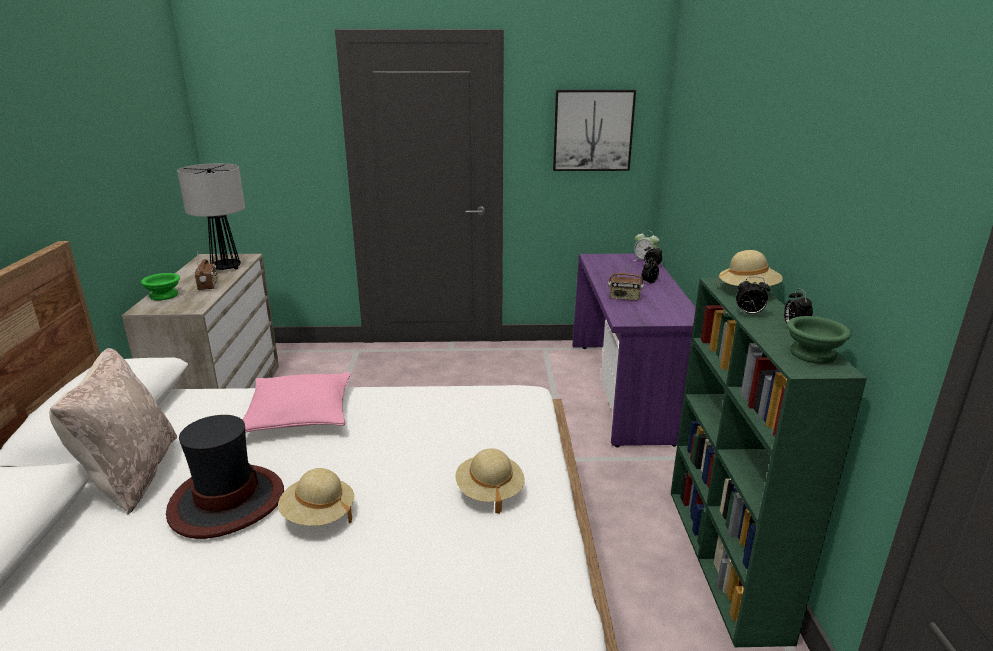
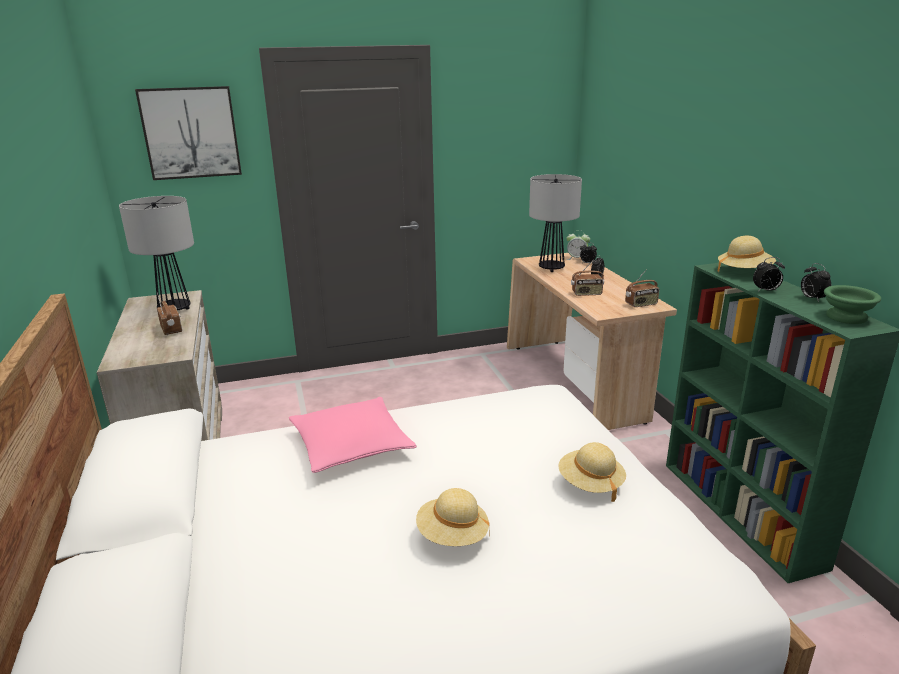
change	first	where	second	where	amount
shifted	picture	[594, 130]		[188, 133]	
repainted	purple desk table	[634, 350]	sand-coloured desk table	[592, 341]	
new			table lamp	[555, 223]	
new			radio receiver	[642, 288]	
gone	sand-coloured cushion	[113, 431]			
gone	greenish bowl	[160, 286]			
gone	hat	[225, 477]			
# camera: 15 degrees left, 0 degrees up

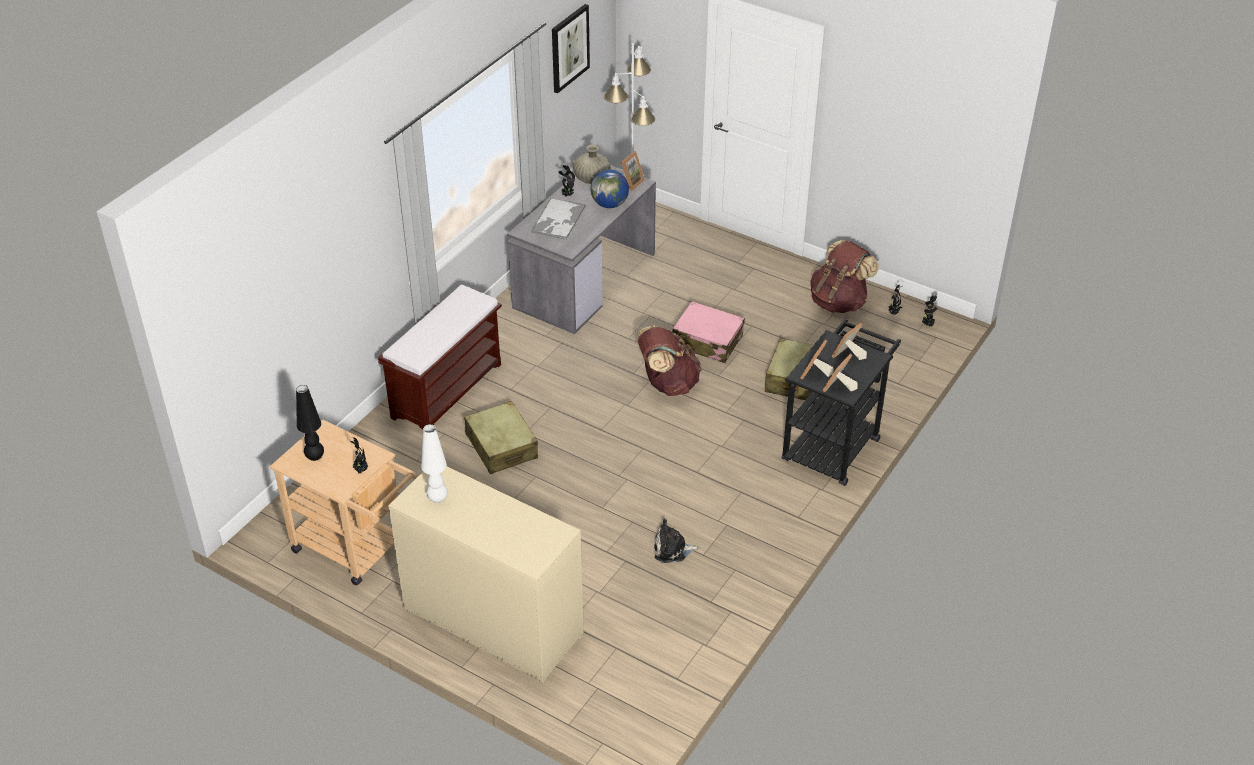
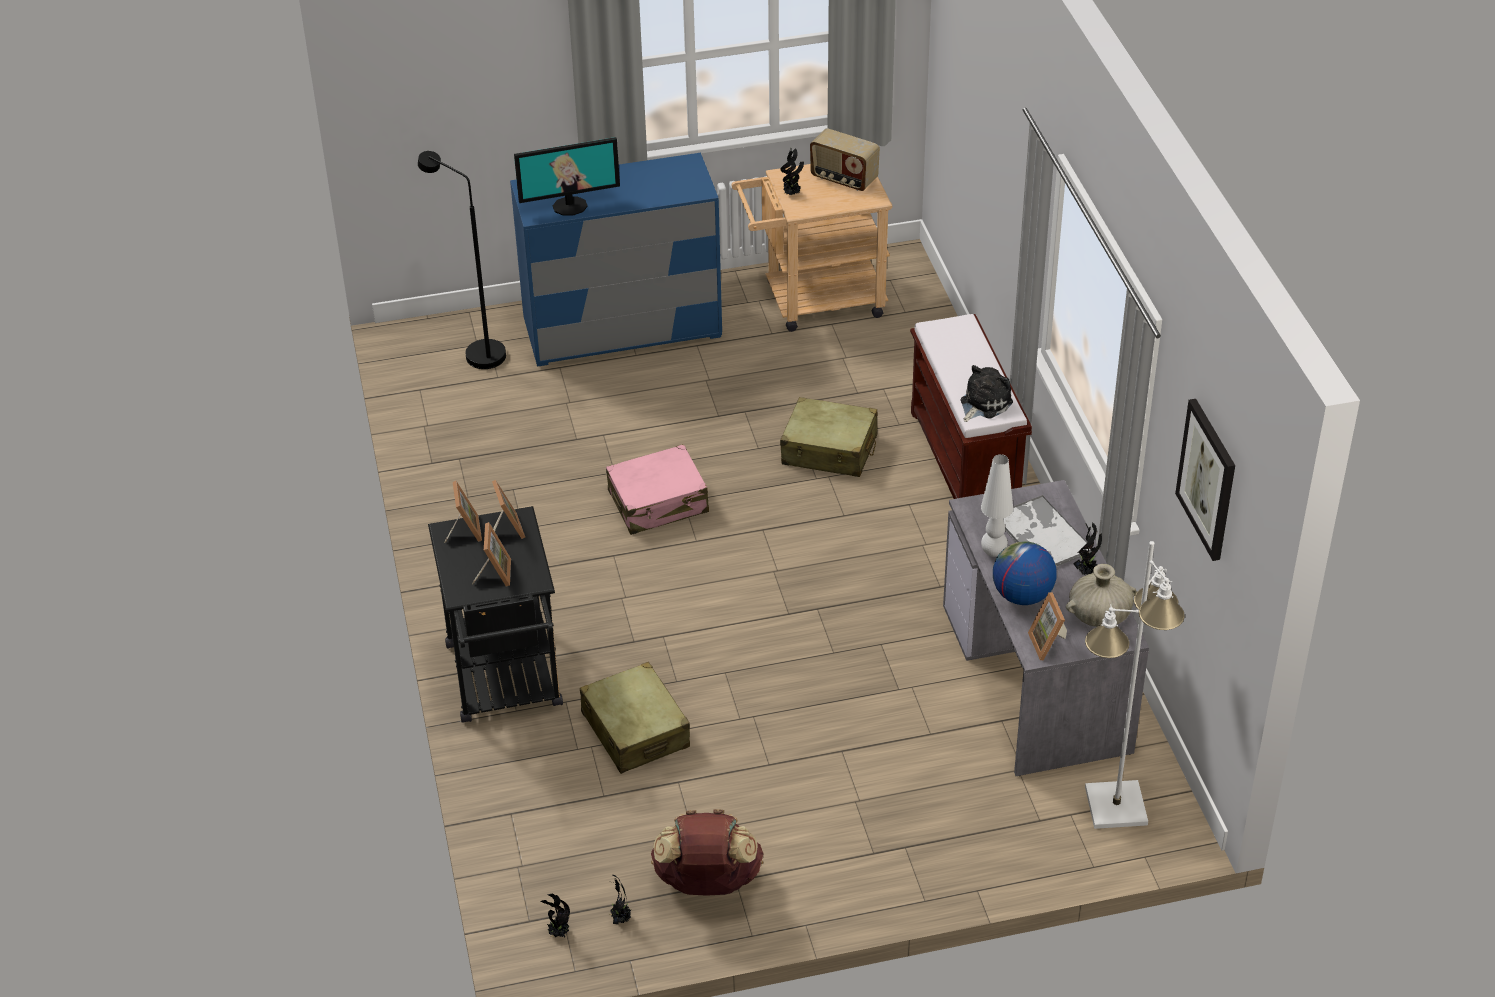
change	first	where	second	where	amount
new			black-coloured standard lamp	[462, 260]	
repainted	sand-coloured dresser	[486, 574]	blue-coloured dresser	[616, 260]	
new			monitor	[567, 176]	
shifted	pinkish suitcase	[708, 332]		[657, 489]	
swapped	black-coloured table lamp	[310, 423]	radio receiver	[845, 159]	
shifted	cuddly toy	[676, 541]		[987, 393]	
shifted	whitish table lamp	[434, 463]		[997, 505]	
gone	brown backpack	[669, 360]			
# camera: 135 degrees right, 0 degrees up

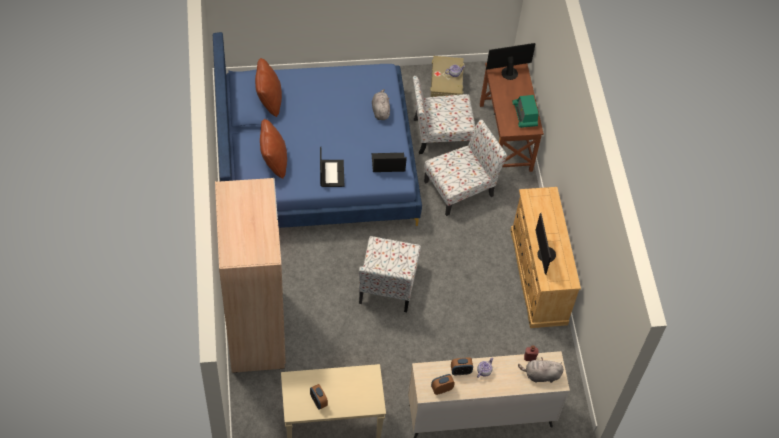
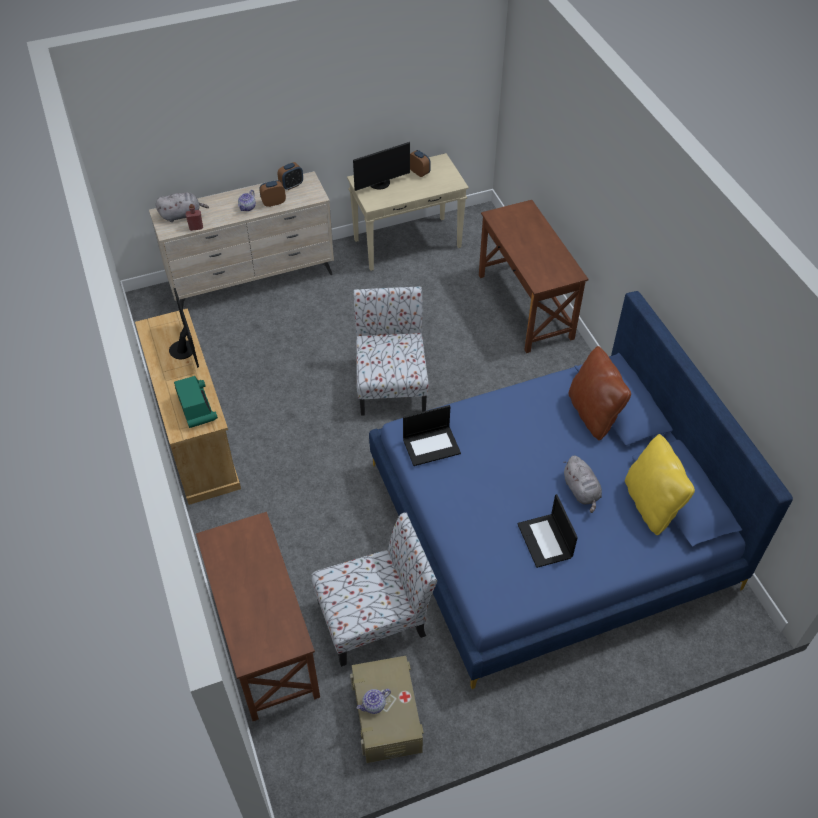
change	first	where	second	where	amount
shifted	radio receiver	[525, 111]		[196, 402]	
shifted	monitor	[511, 61]		[381, 166]	
swapped	sand-coloured wardrobe	[250, 275]	brown desk table	[533, 276]	
shifted	notebook computer	[332, 167]		[548, 531]	
shifted	greyish cuddly toy	[381, 104]		[582, 484]	
repainted	brown cushion	[268, 87]	yellow cushion	[660, 484]	
gone	upright chair	[465, 168]			
# camera: 170 degrees right, 5 degrees down

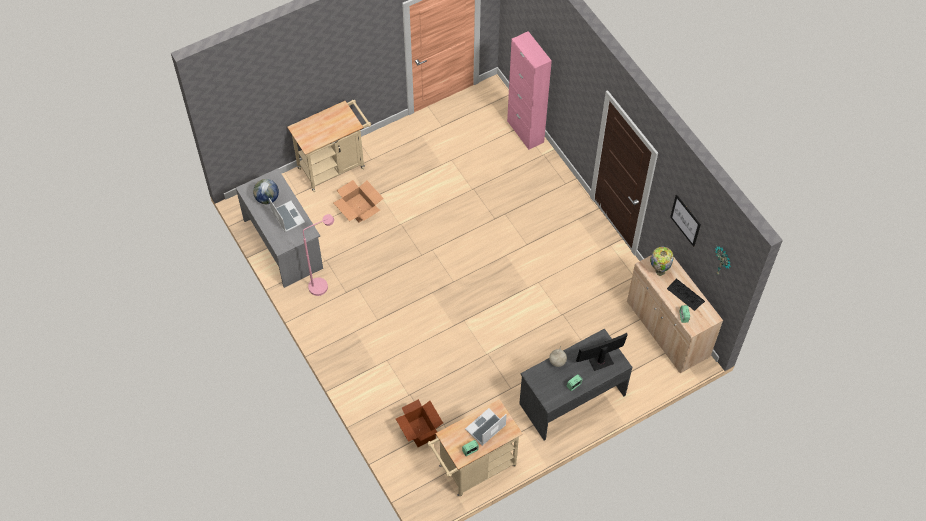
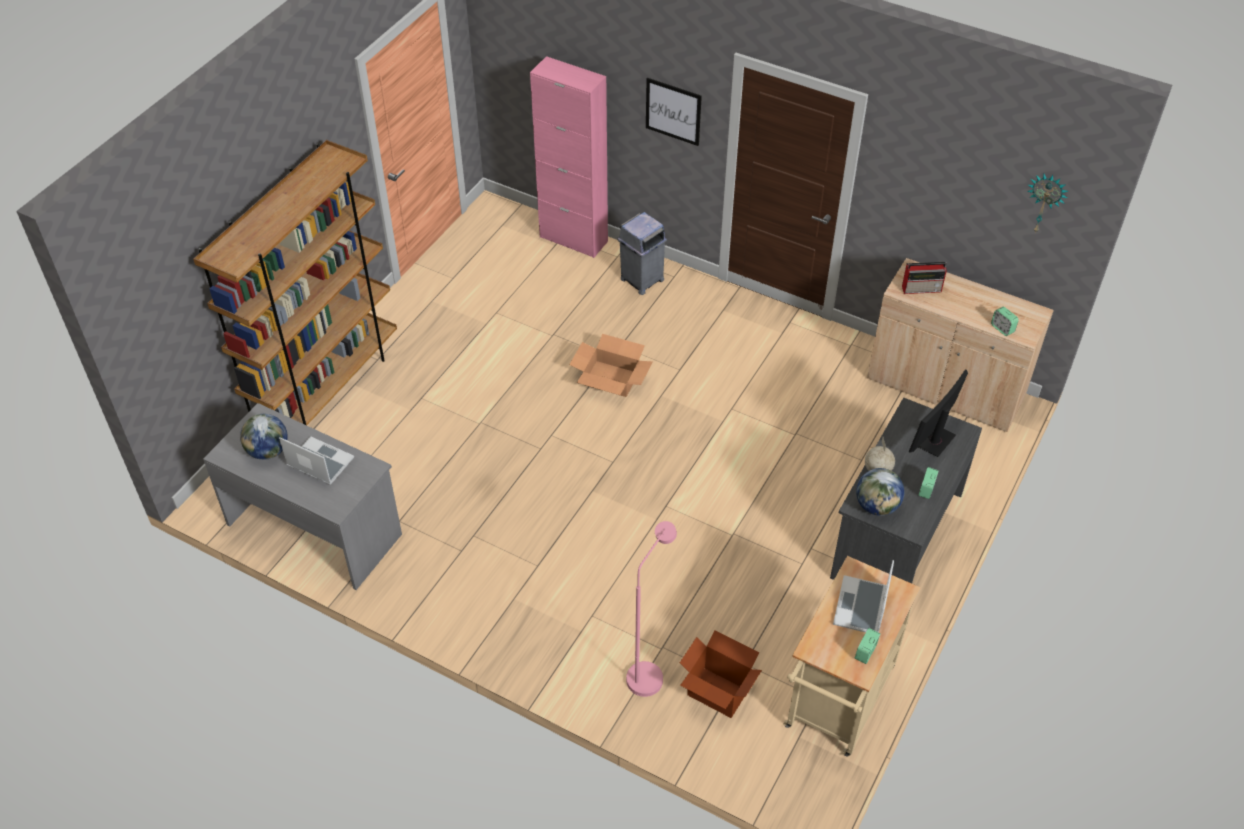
change	first	where	second	where	amount
swapped	sand-coloured wheeled cart	[329, 146]	brown bookshelf	[295, 282]	
shifted	cardboard box	[359, 201]		[611, 365]	
new			greyish waste bin	[642, 253]	
shifted	pinkish standard lamp	[318, 255]		[651, 609]	
shifted	picture	[685, 221]		[674, 112]	
new			globe	[880, 492]	
swapped	table lamp	[662, 261]	radio receiver	[924, 278]	
gone	keyboard	[686, 295]			
# camera: 30 degrees left, 10 degrees down

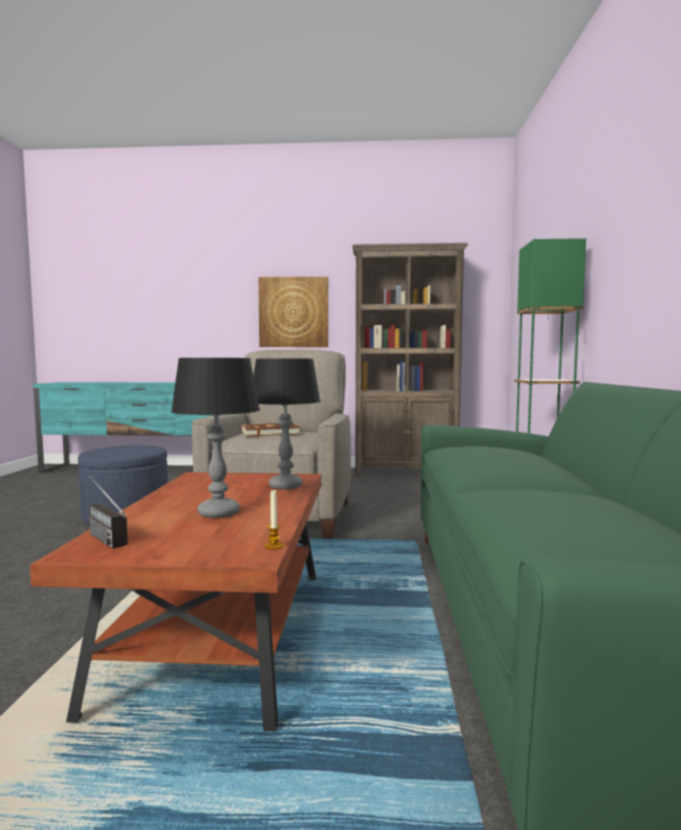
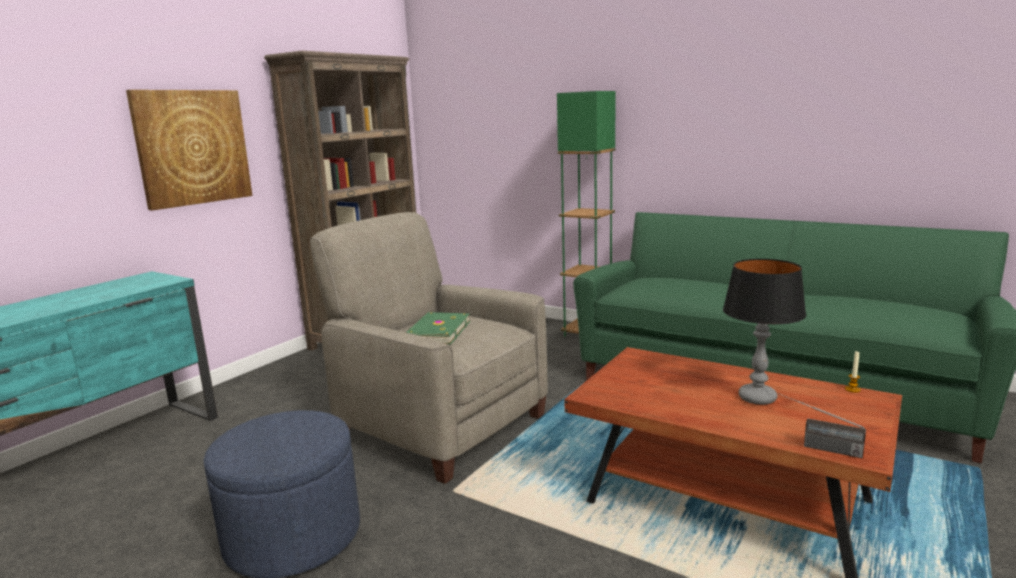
change	first	where	second	where	amount
repainted	brown book	[270, 429]	greenish book	[438, 328]	
rotated	radio receiver	[108, 512]		[822, 426]	45 degrees clockwise
gone	table lamp	[287, 424]			
# camera: 60 degrees left, 10 degrees up

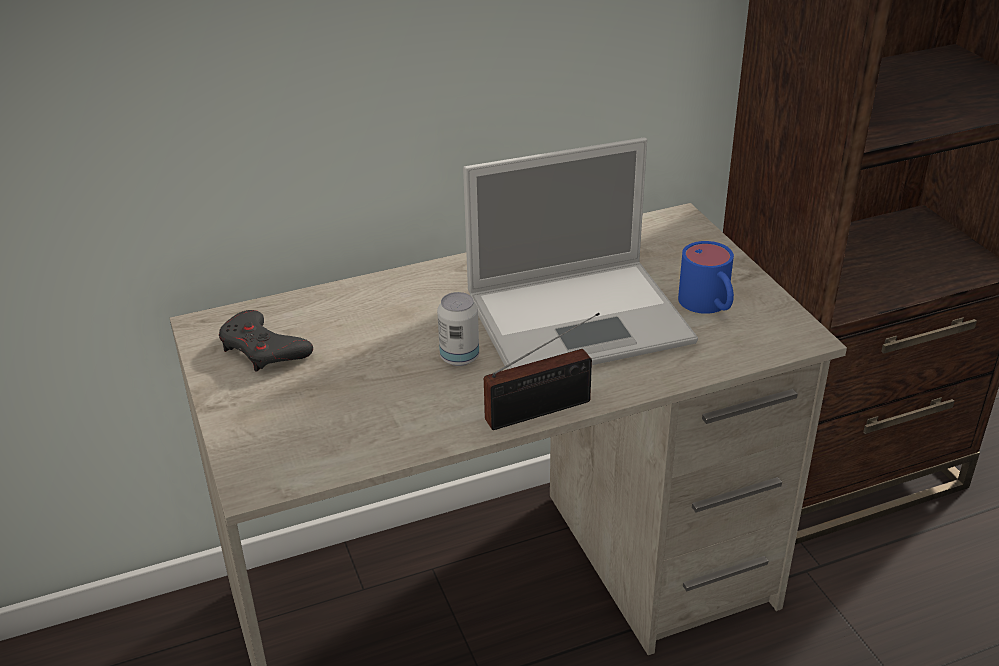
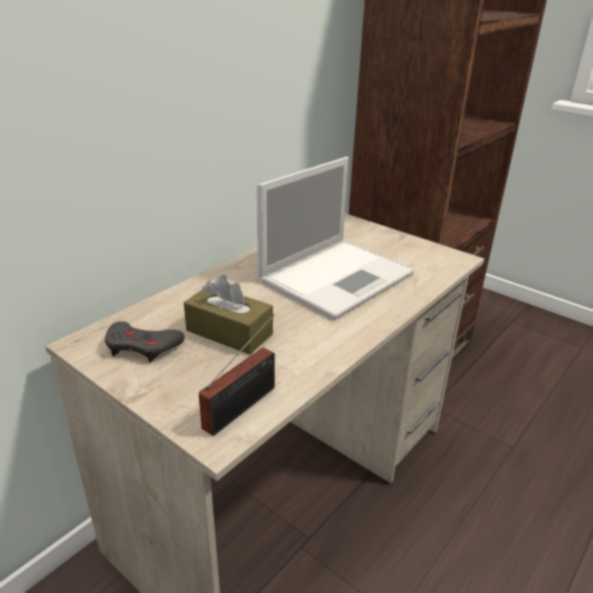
change	first	where	second	where	amount
new			brown tissue box	[228, 315]	
shifted	radio receiver	[542, 371]		[237, 375]	
gone	metal can	[458, 329]			
gone	blue-coloured mug	[706, 277]			
# camera: 30 degrees left, 5 degrees down

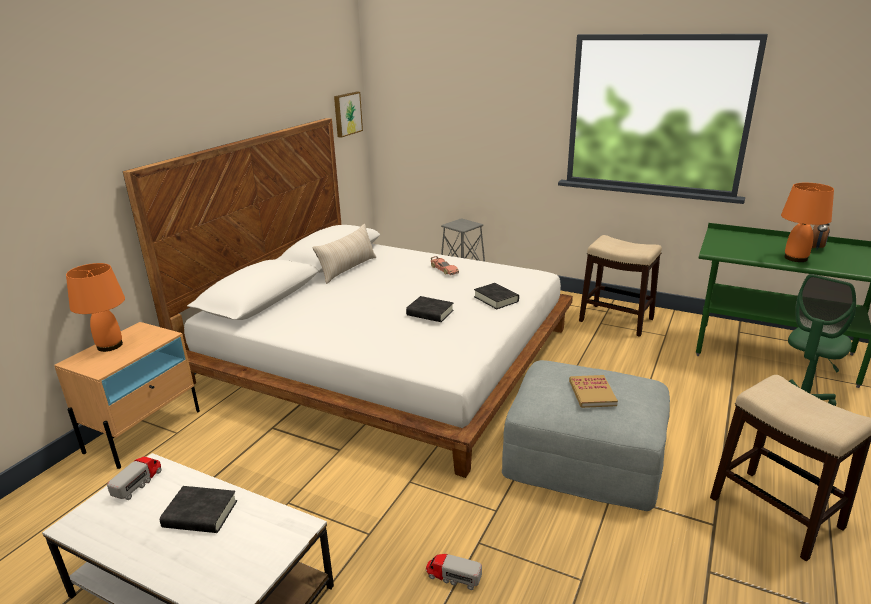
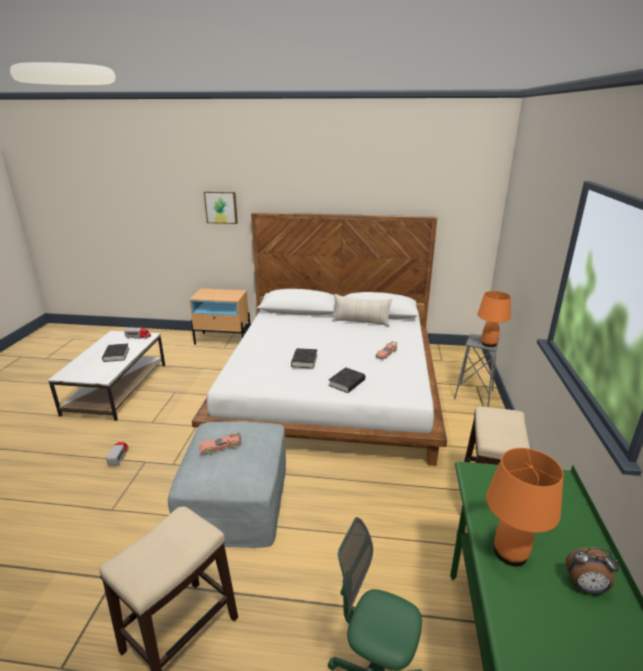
change	first	where	second	where	amount
swapped	book	[593, 391]	miniature car	[220, 443]	
shifted	picture	[348, 115]		[221, 207]	
shifted	orange-coloured table lamp	[95, 307]		[494, 319]	
# camera: 70 degrees right, 0 degrees up

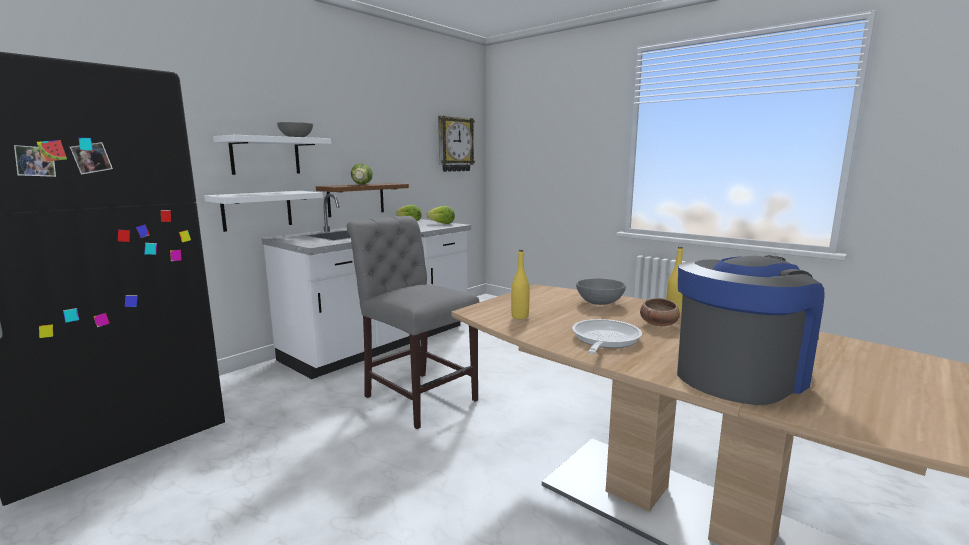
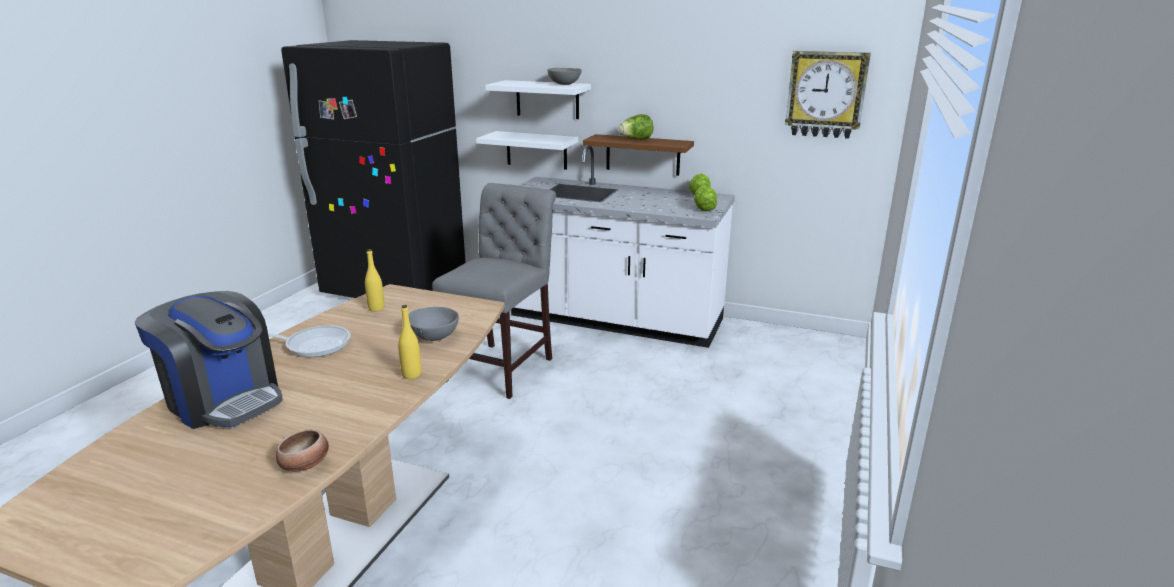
change	first	where	second	where	amount
shifted	bowl	[660, 312]		[302, 450]	
# camera: 70 degrees right, 10 degrees up

